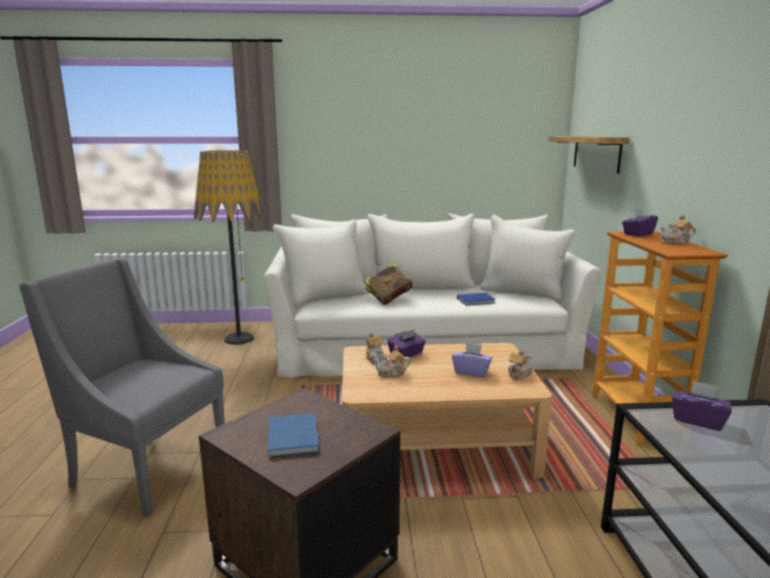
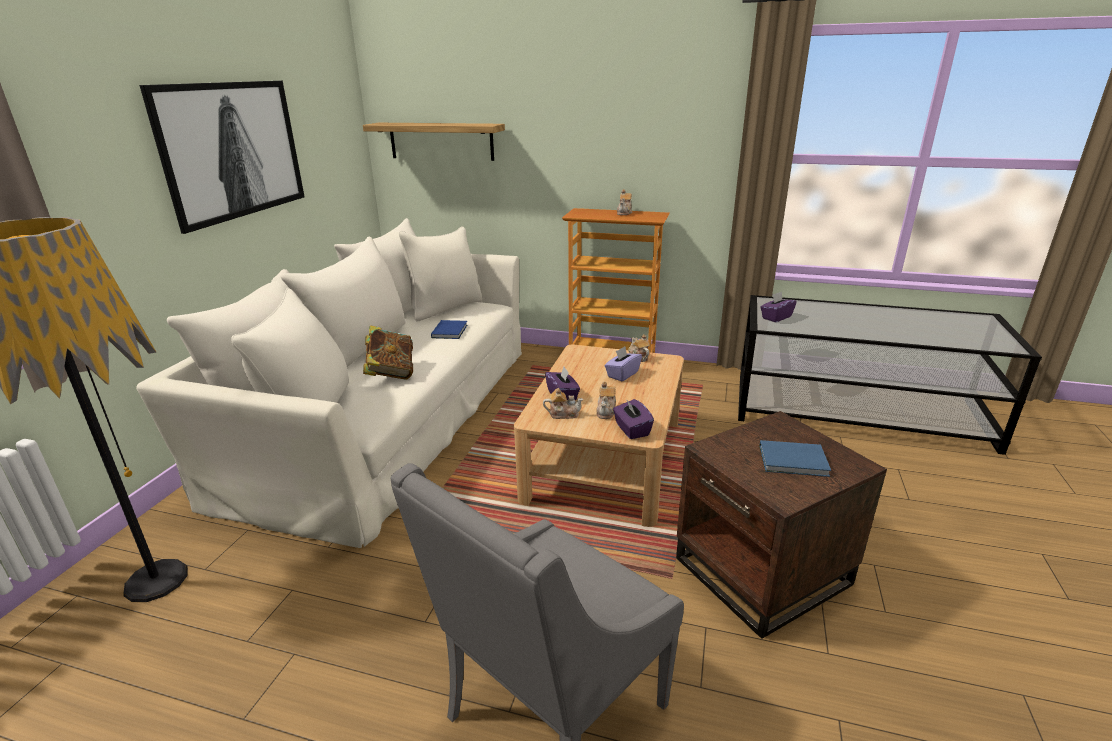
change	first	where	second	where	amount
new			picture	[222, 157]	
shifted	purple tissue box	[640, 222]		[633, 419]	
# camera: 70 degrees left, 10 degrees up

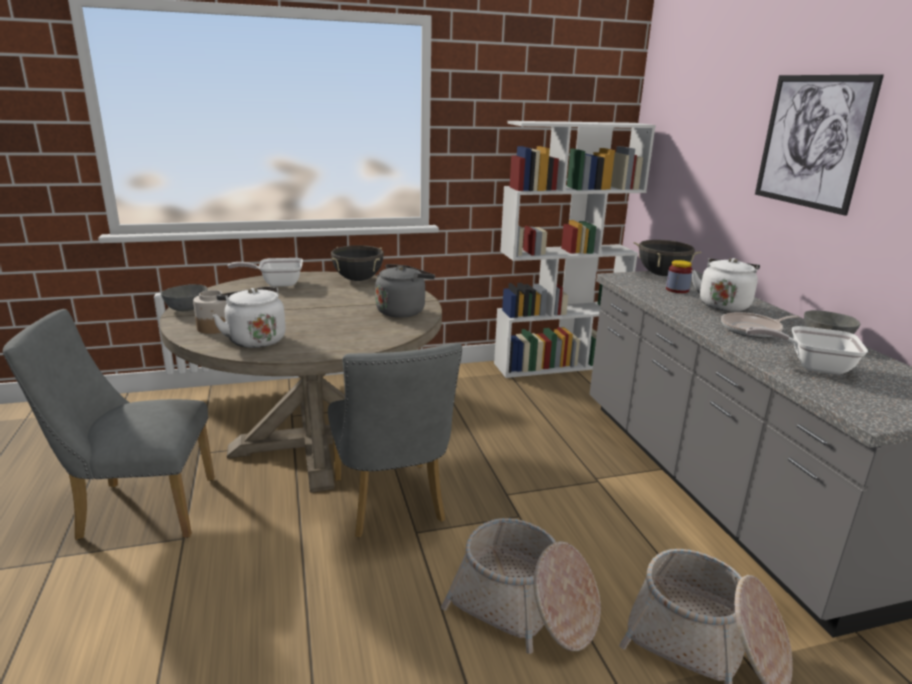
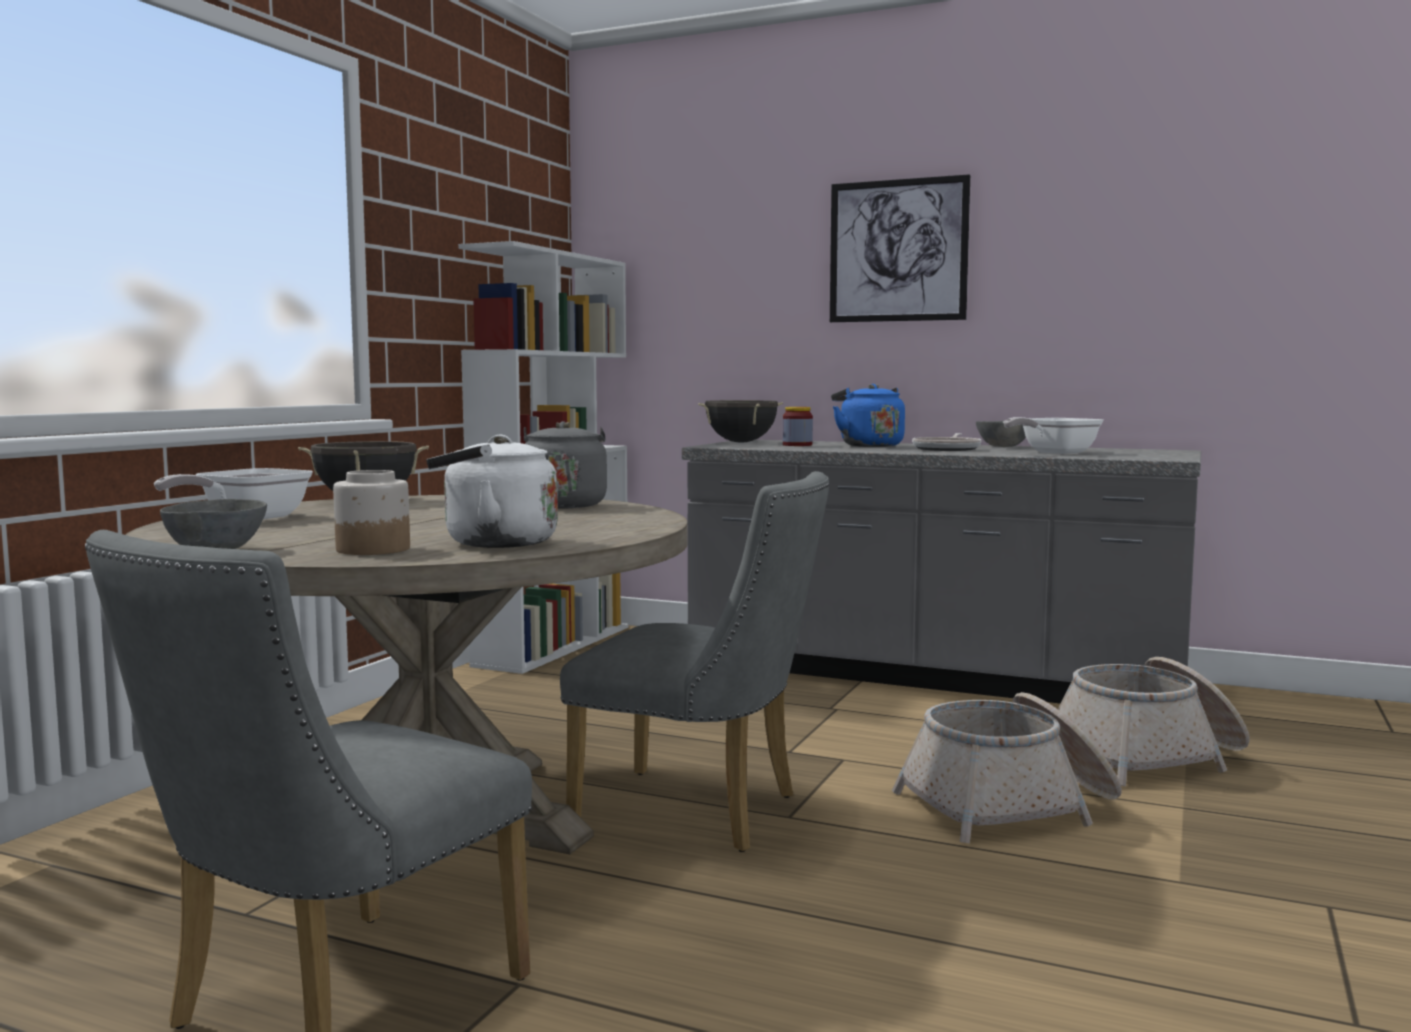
change	first	where	second	where	amount
repainted	whitish water kettle	[725, 285]	blue-coloured water kettle	[868, 415]	
# camera: 50 degrees left, 15 degrees down

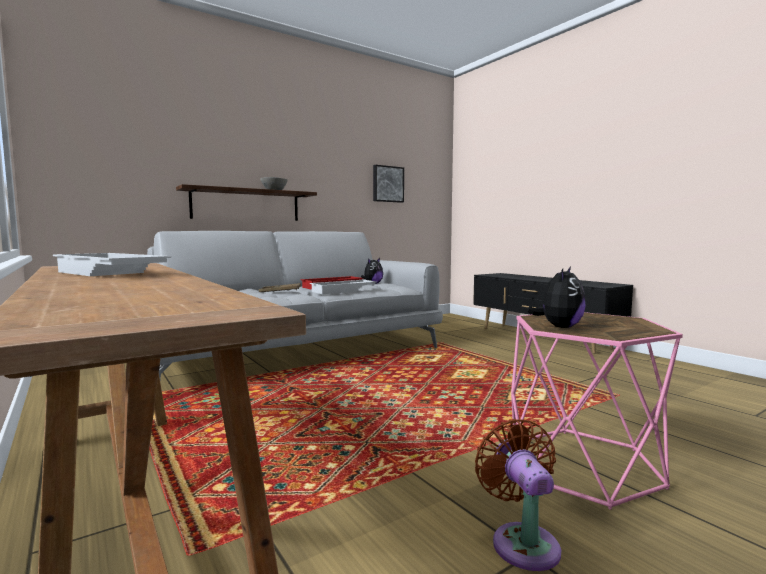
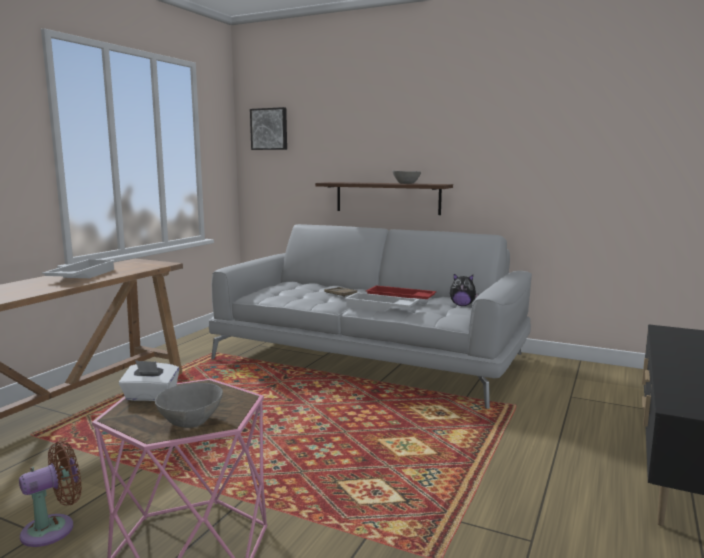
change	first	where	second	where	amount
swapped	cuddly toy	[556, 297]	whitish tissue box	[149, 380]	
new			greyish bowl	[189, 405]	
shifted	picture	[388, 184]		[268, 128]	
# camera: 60 degrees right, 5 degrees up

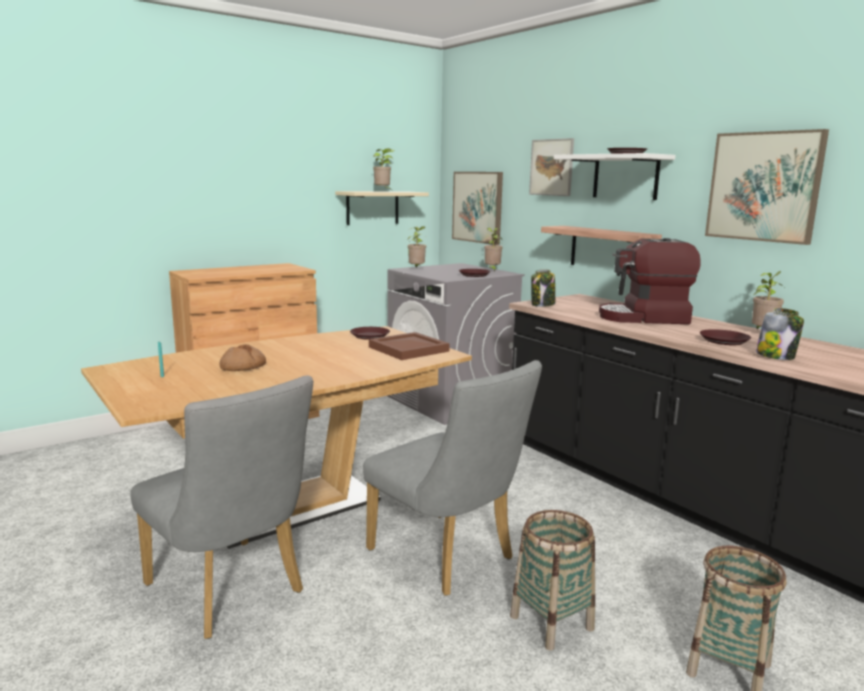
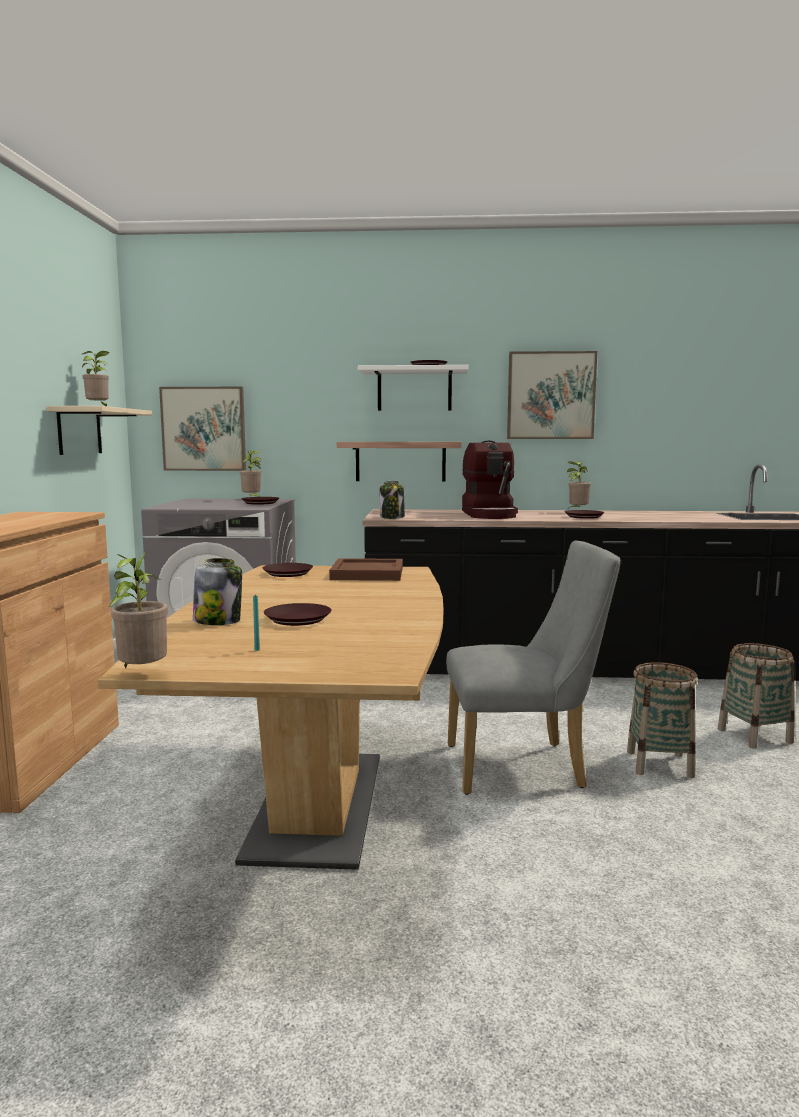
change	first	where	second	where	amount
shifted	potted plant	[417, 246]		[138, 609]	
shifted	jar	[780, 334]		[217, 591]	
swapped	bakery bread	[242, 357]	brown plate	[298, 614]	
rotated	coffee brewer	[650, 281]		[490, 480]	45 degrees counterclockwise
gone	greyish upright chair	[221, 507]			
gone	picture	[551, 167]			
# camera: 50 degrees left, 5 degrees down

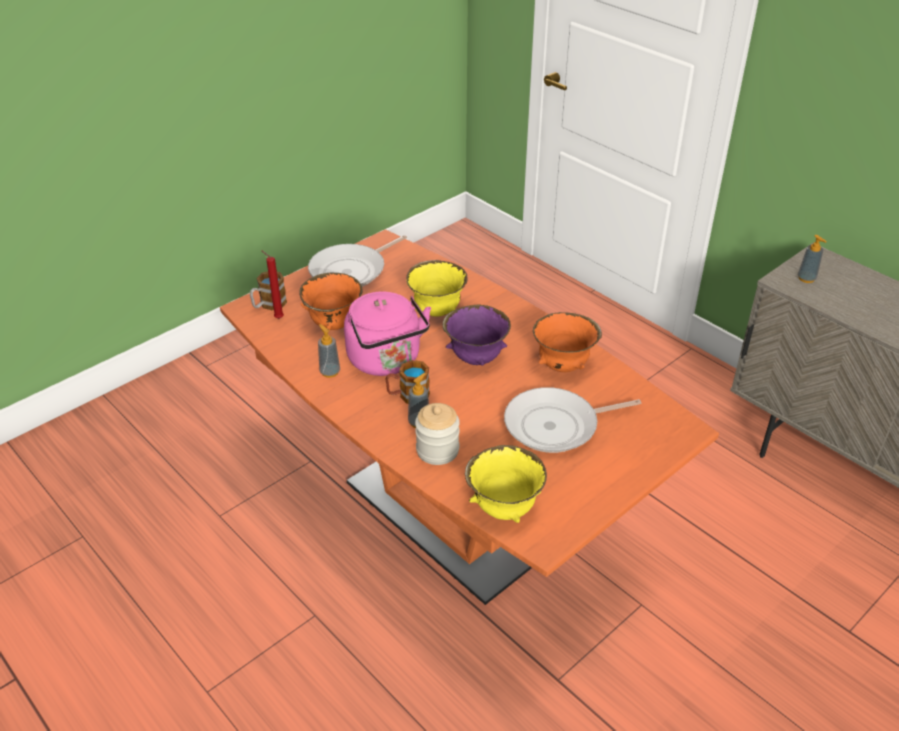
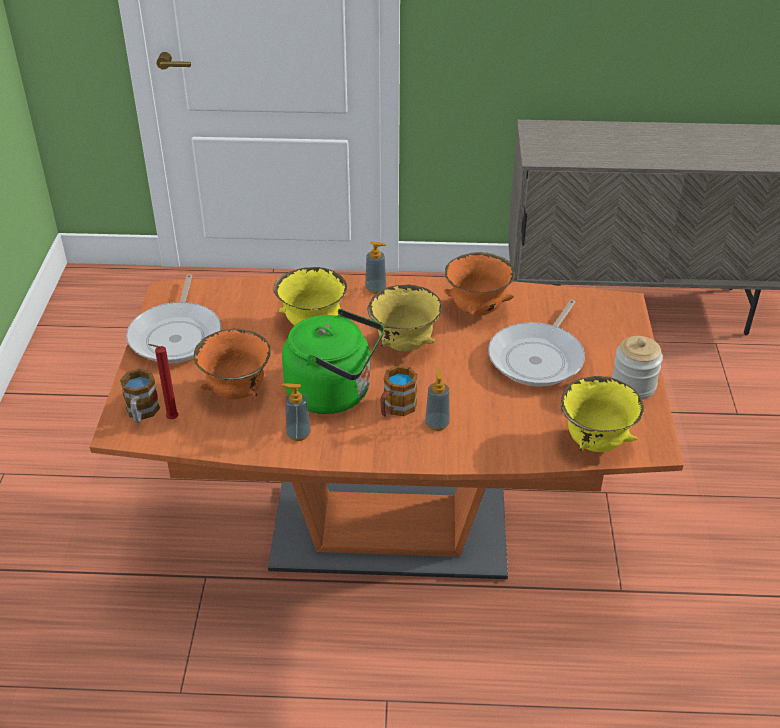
change	first	where	second	where	amount
repainted	pinkish water kettle	[387, 334]	greenish water kettle	[333, 361]	
shifted	soap dispenser	[812, 259]		[375, 267]	
repainted	purple bowl	[476, 335]	yellow bowl	[405, 318]	
shifted	jar	[437, 434]		[637, 368]	
# camera: 45 degrees left, 0 degrees up

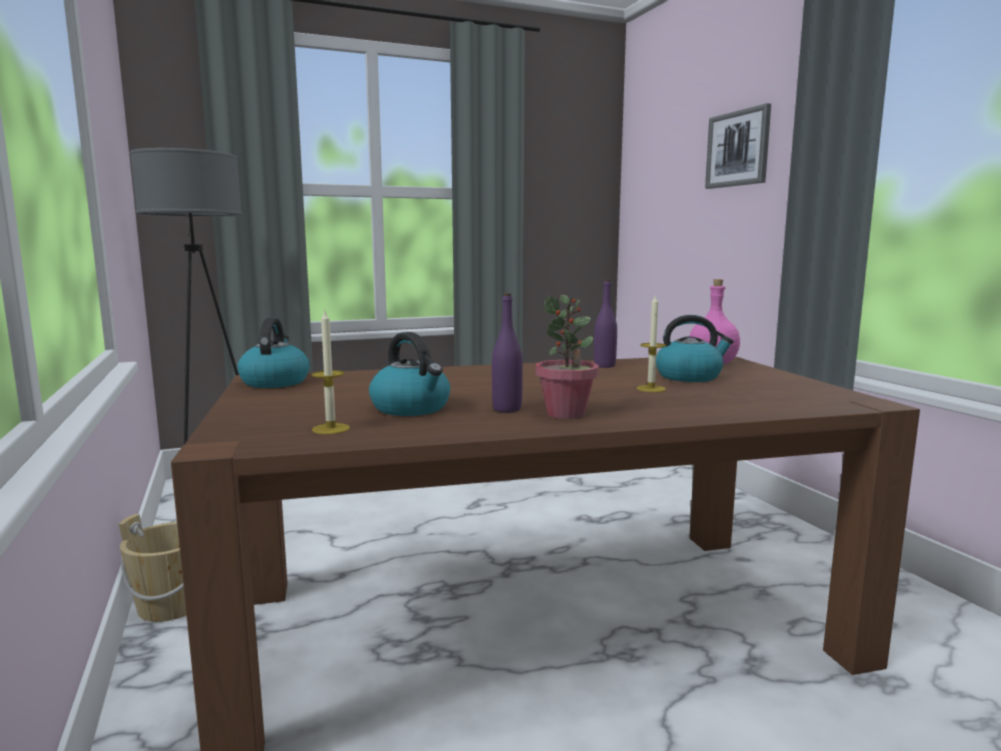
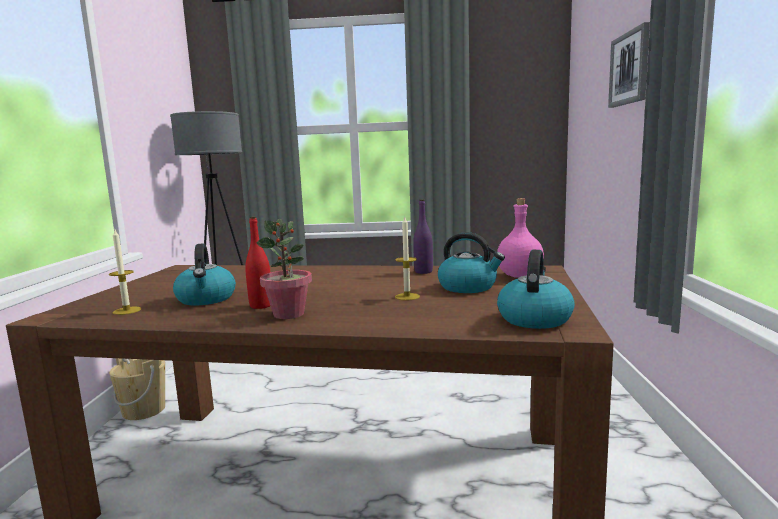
change	first	where	second	where	amount
repainted	purple bottle	[507, 352]	red-coloured bottle	[257, 262]	
shifted	water kettle	[273, 353]		[536, 289]	
# camera: 25 degrees right, 0 degrees up

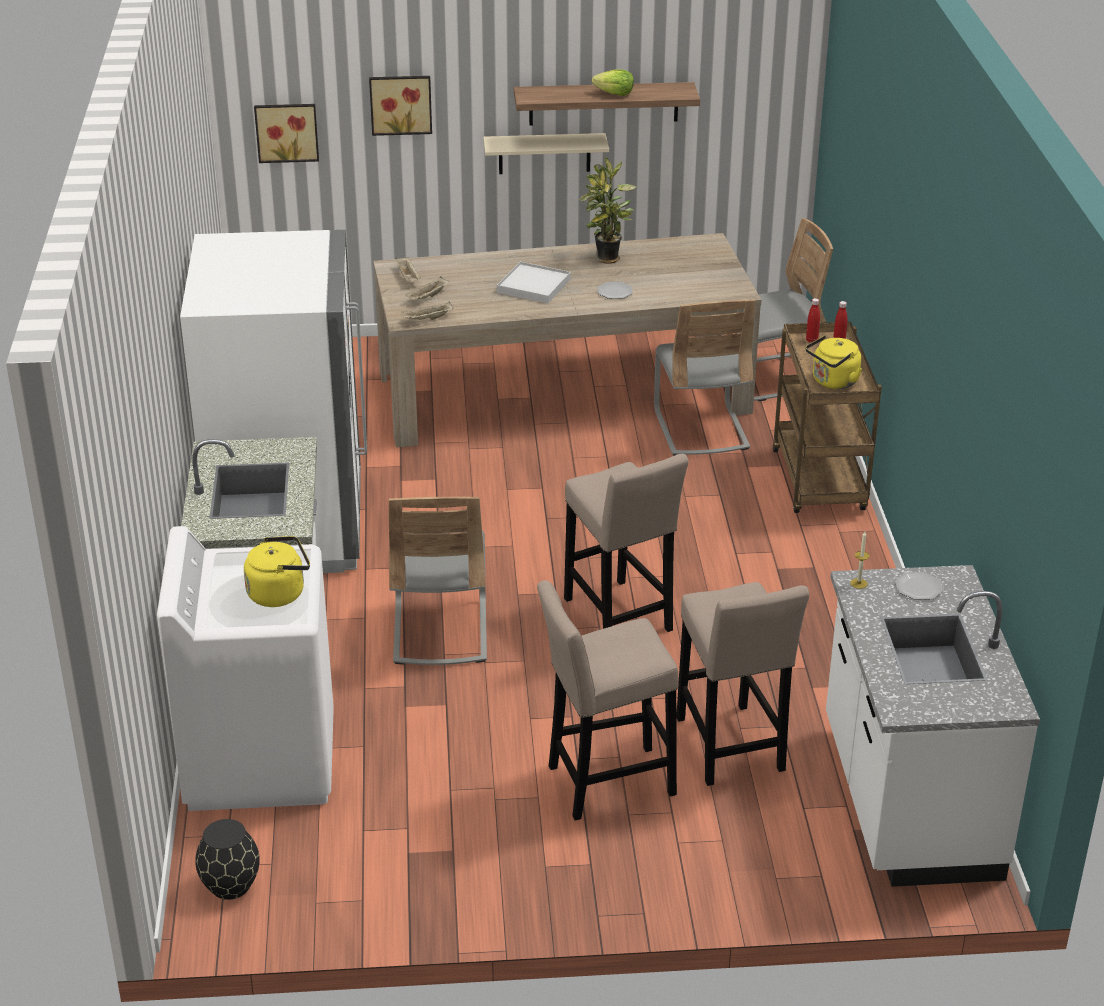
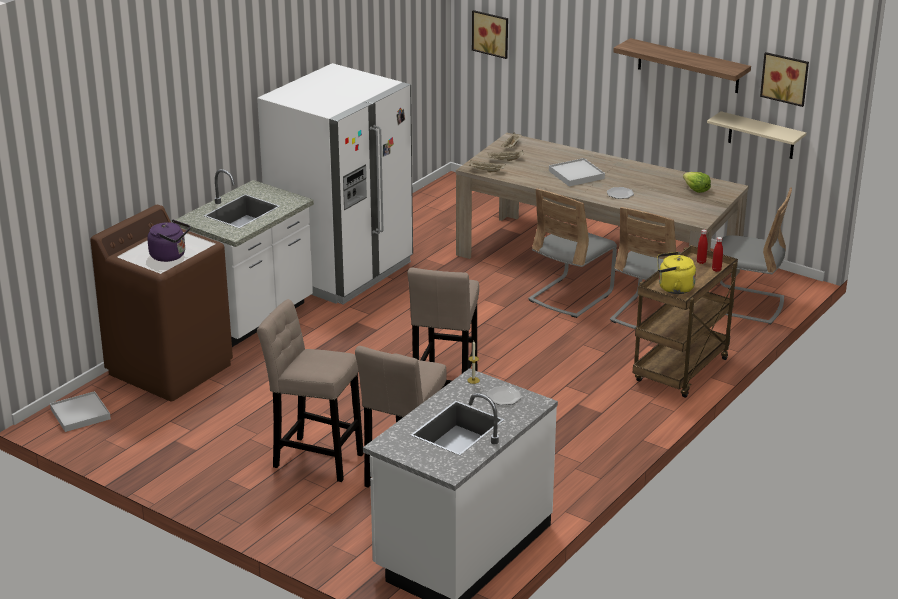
change	first	where	second	where	amount
swapped	black-coloured decorative vase	[227, 859]	whitish serving tray	[80, 411]	
repainted	whitish laundry machine	[245, 668]	brown laundry machine	[161, 303]	
repainted	yellow water kettle	[277, 571]	purple water kettle	[168, 241]	
shifted	greyish upright chair	[438, 581]		[572, 253]	
shifted	lettuce head	[613, 82]		[697, 182]	
shifted	sand-coloured wall shelf	[546, 153]		[756, 135]	
shifted	picture	[400, 106]		[784, 79]	
gone	potted plant	[608, 210]			
# camera: 40 degrees right, 5 degrees down

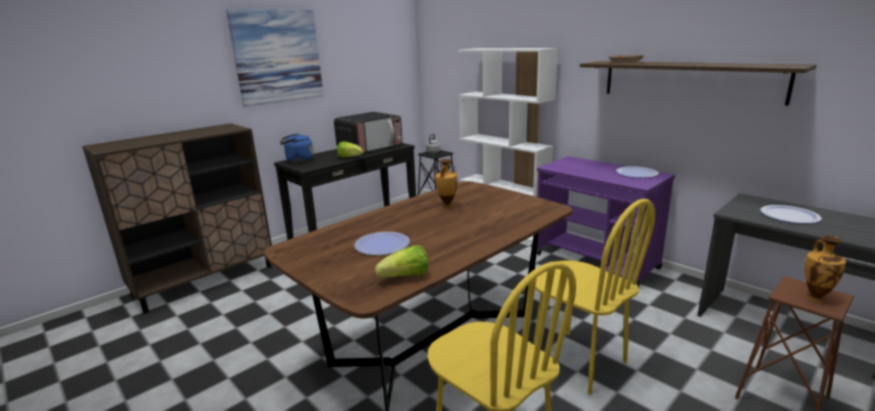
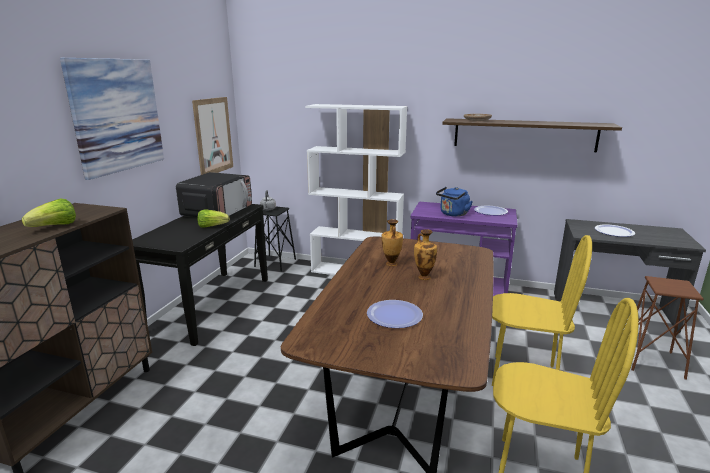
change	first	where	second	where	amount
shifted	lettuce head	[402, 261]		[49, 213]	
new			picture	[212, 136]	
shifted	decorative vase	[825, 269]		[425, 254]	
shifted	blue-coloured water kettle	[297, 147]		[454, 202]	
# camera: 30 degrees left, 0 degrees up

